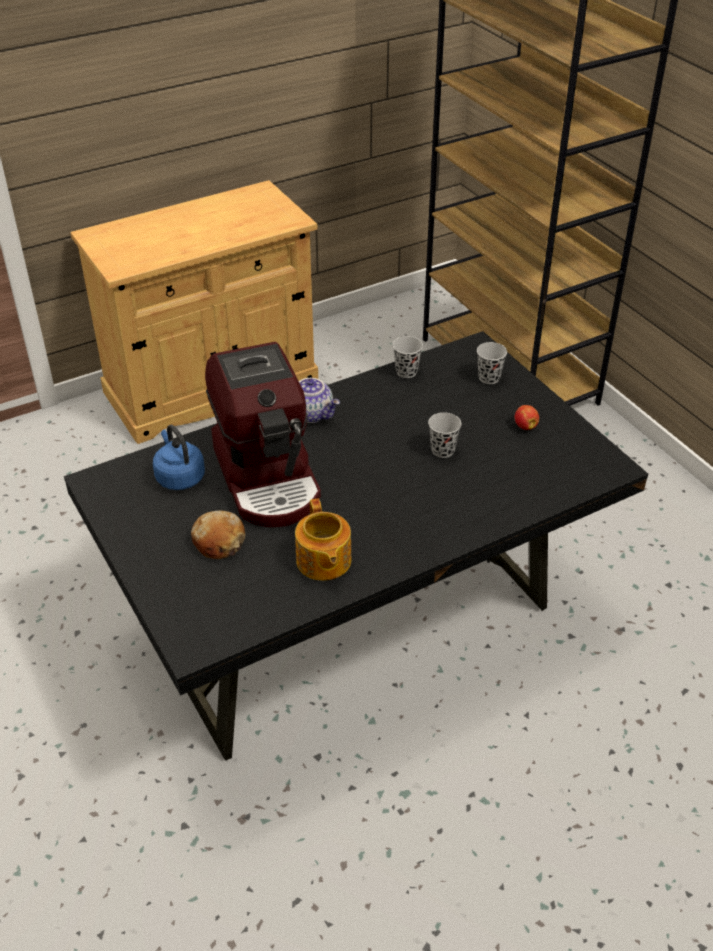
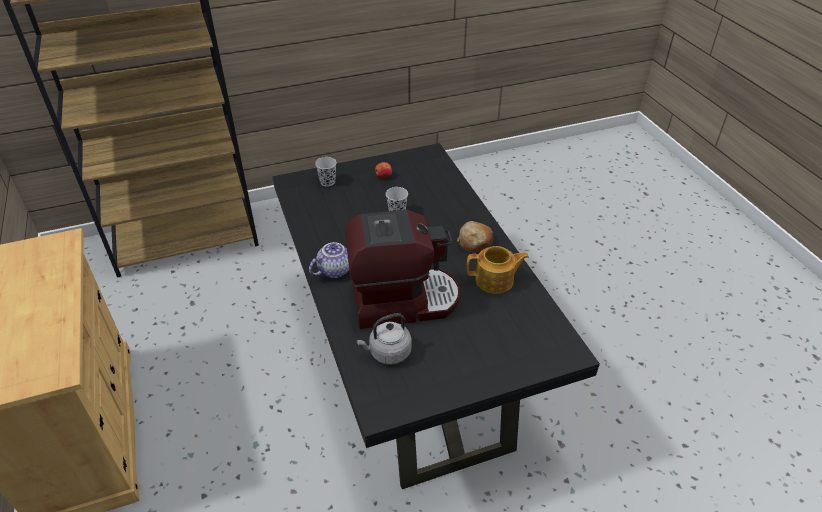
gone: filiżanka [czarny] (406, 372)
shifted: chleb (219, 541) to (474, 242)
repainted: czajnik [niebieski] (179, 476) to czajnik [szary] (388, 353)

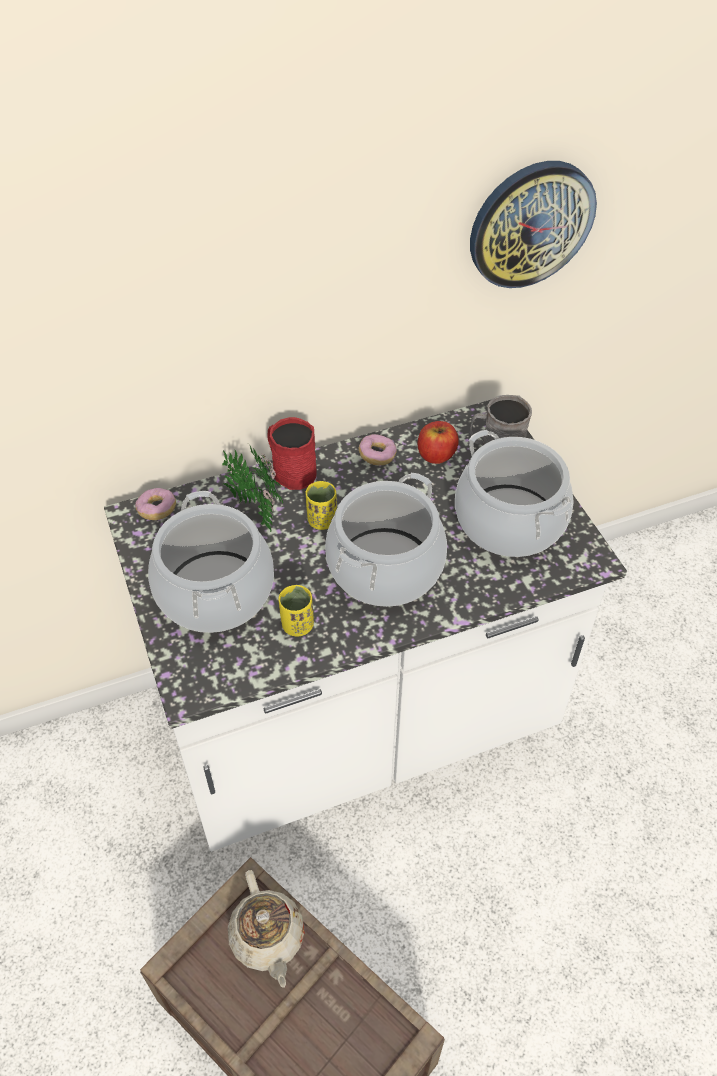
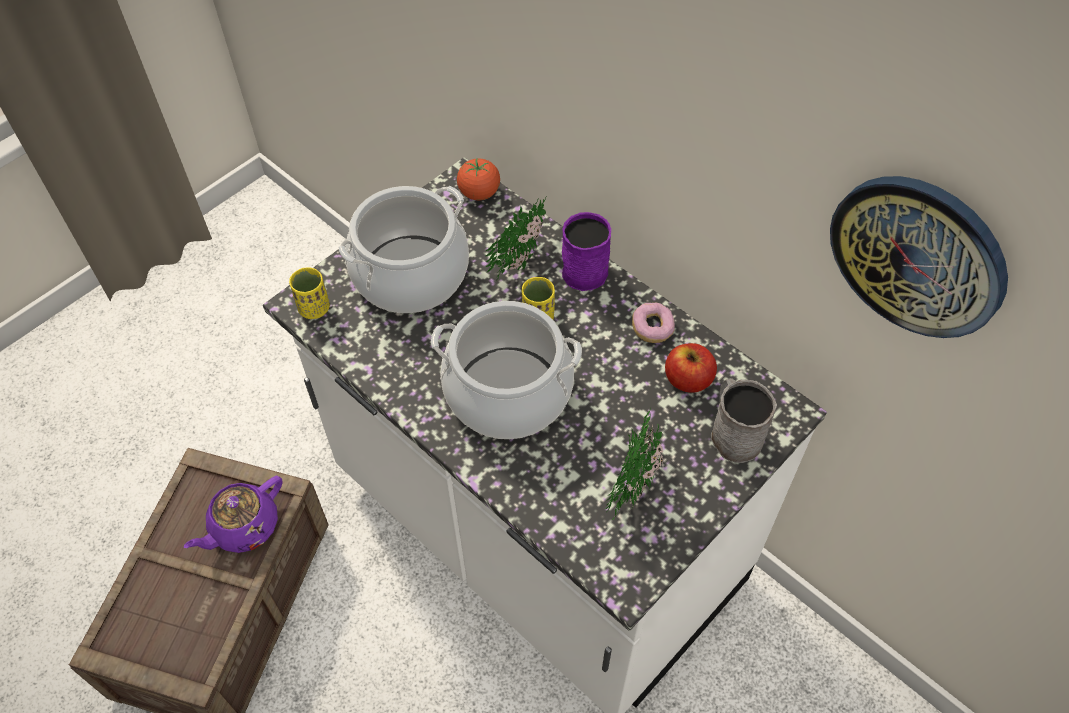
shifted: filiżanka [żółty] (297, 625) to (314, 308)
swapped: donut (157, 510) to pomidor (479, 193); garnek (509, 521) to roślina doniczkowa (633, 482)
repainted: imbryk [beżowy] (267, 938) to imbryk [fioletowy] (243, 527); kubek [czerwony] (290, 470) to kubek [fioletowy] (587, 267)

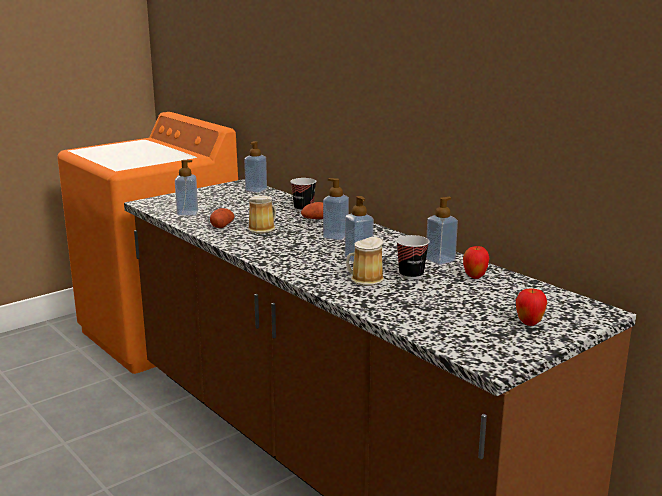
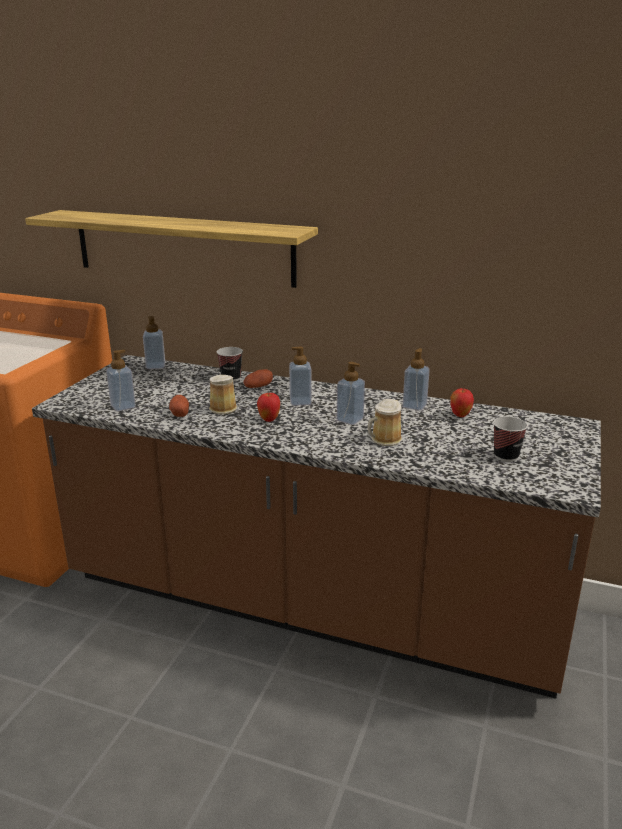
new: półka (183, 247)
shifted: filiżanka (411, 275) to (506, 456); jabłko (529, 323) to (269, 420)

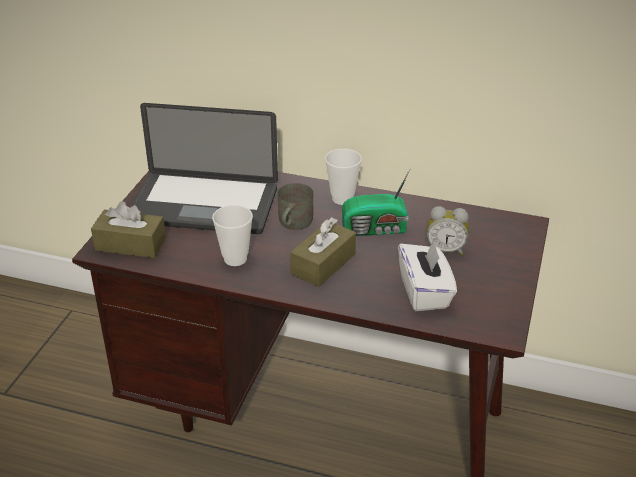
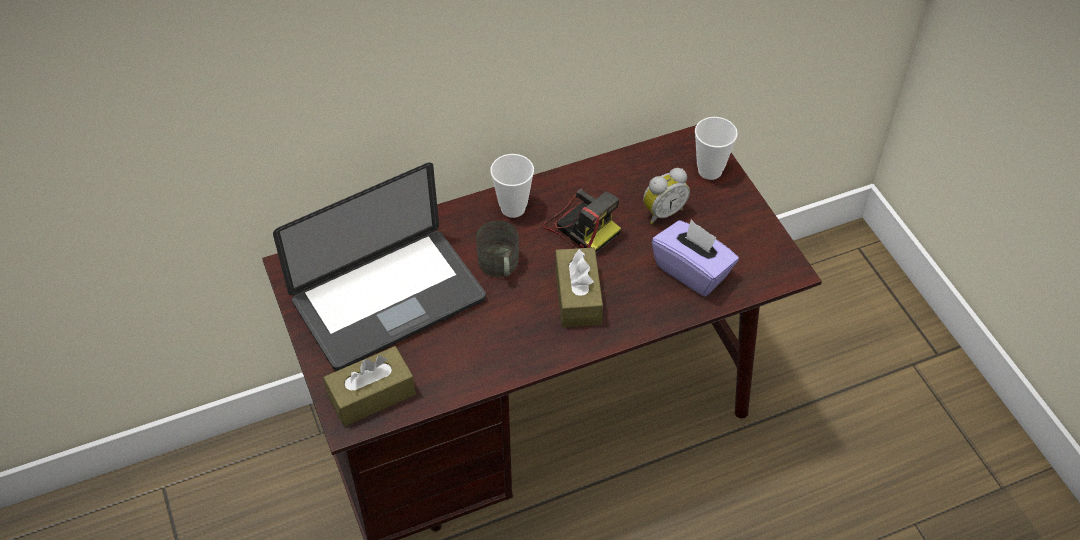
shifted: filiżanka (235, 259) to (710, 170)
swapped: radio (376, 229) to aparat fotograficzny (581, 226)
repainted: pudełko chusteczek [biały] (425, 292) to pudełko chusteczek [fioletowy] (692, 270)

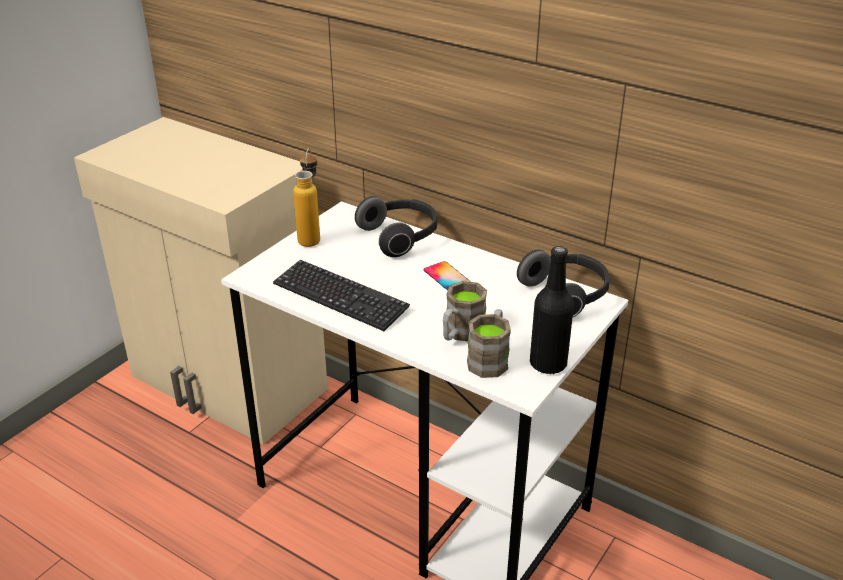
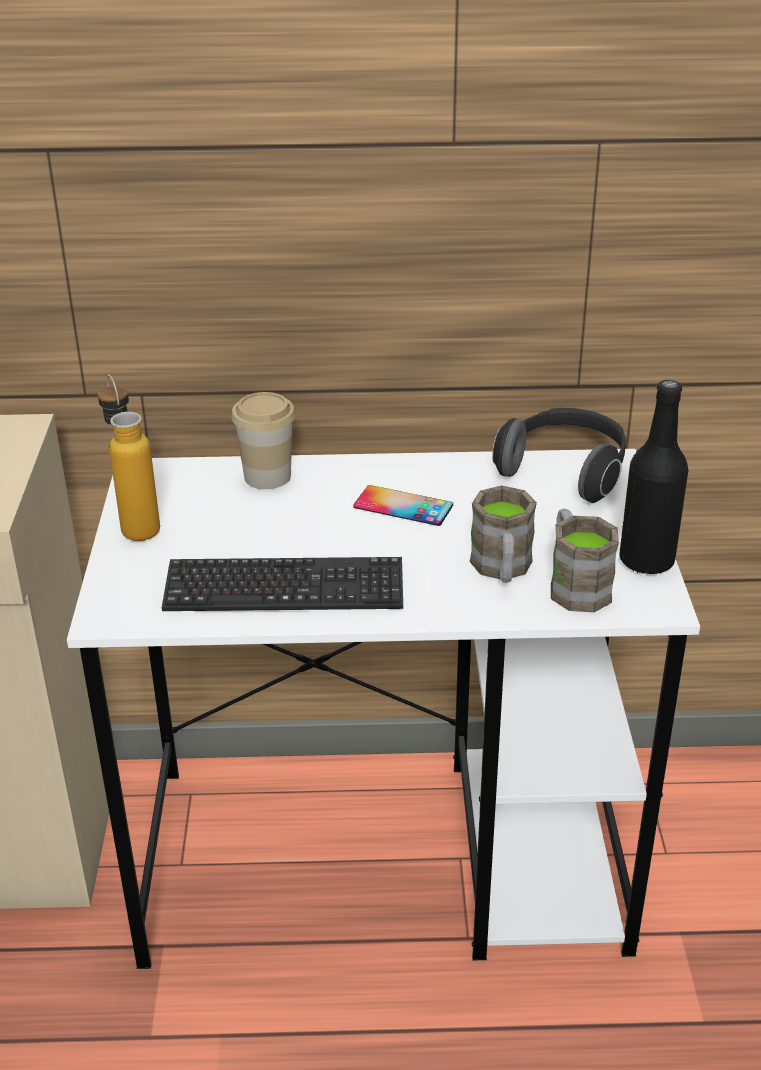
swapped: słuchawki (400, 237) to filiżanka (267, 476)

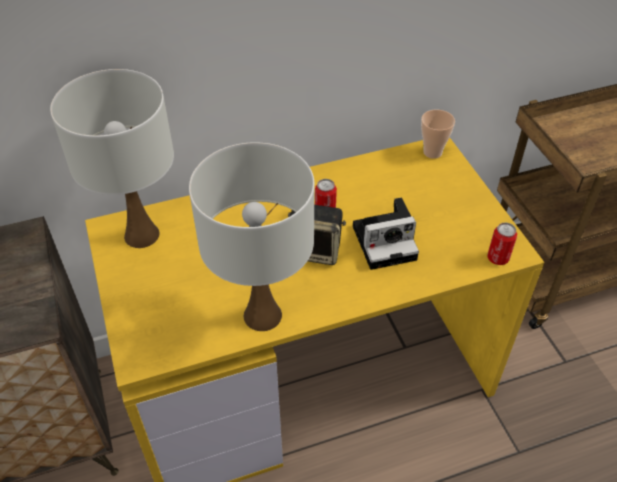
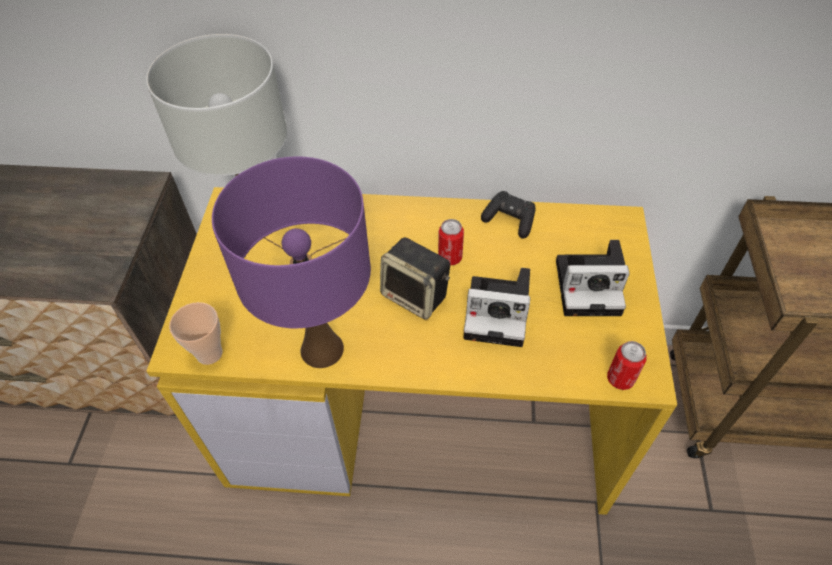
new: pad do gier [czarny] (509, 220); aparat fotograficzny (591, 286)
shifted: filiżanka (432, 152) to (209, 353)
repainted: lampa stołowa [biały] (262, 315) to lampa stołowa [fioletowy] (322, 348)

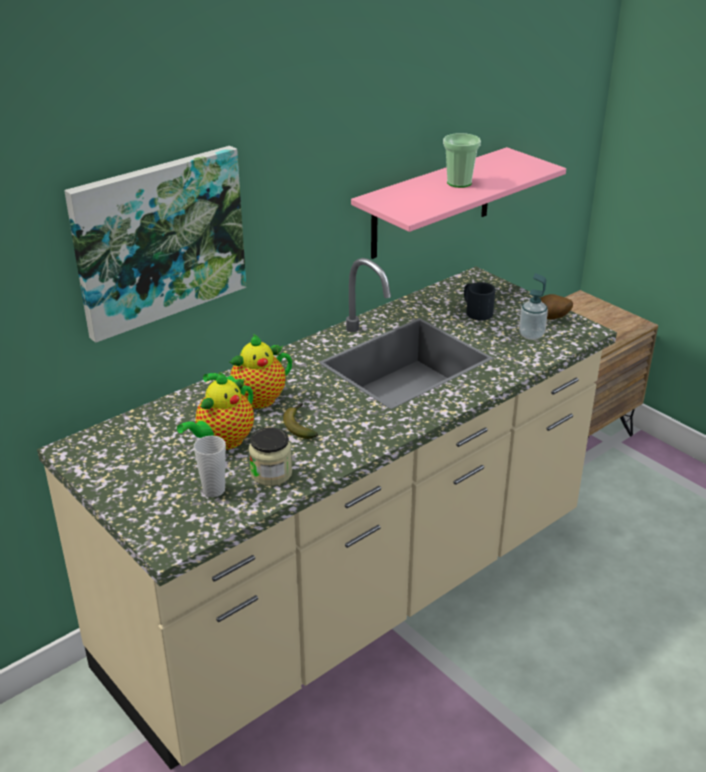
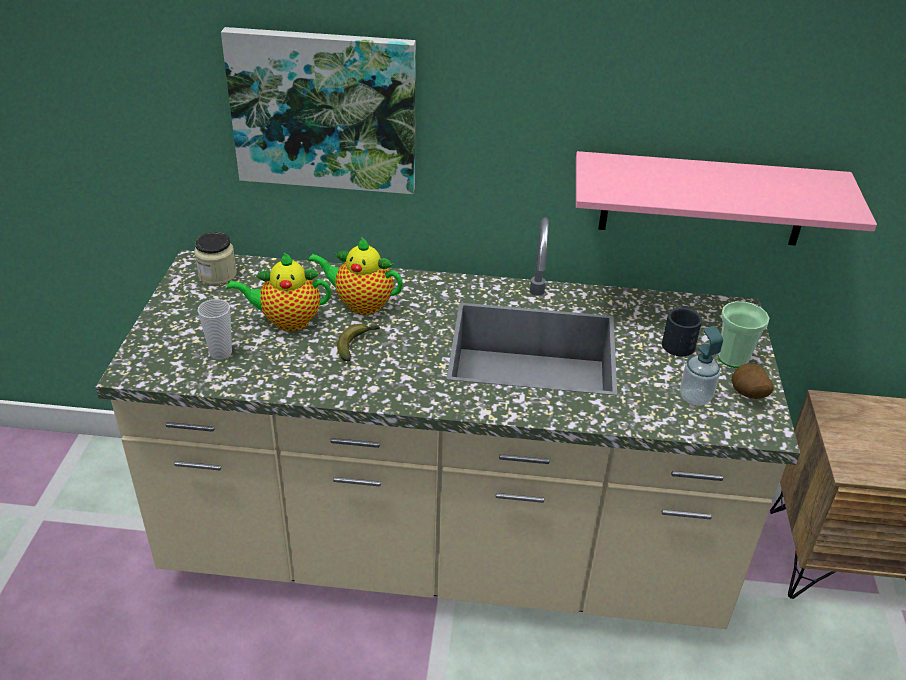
shifted: słoik (271, 473) to (217, 275); filiżanka (459, 183) to (733, 358)

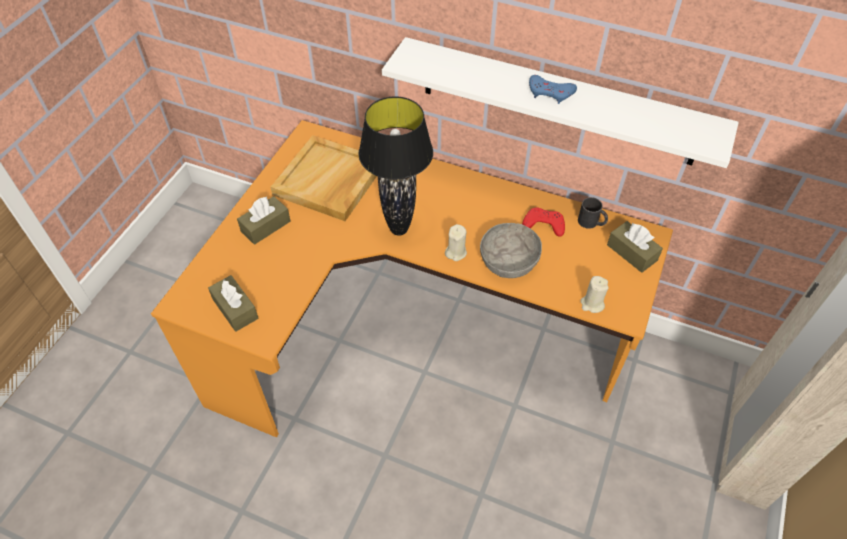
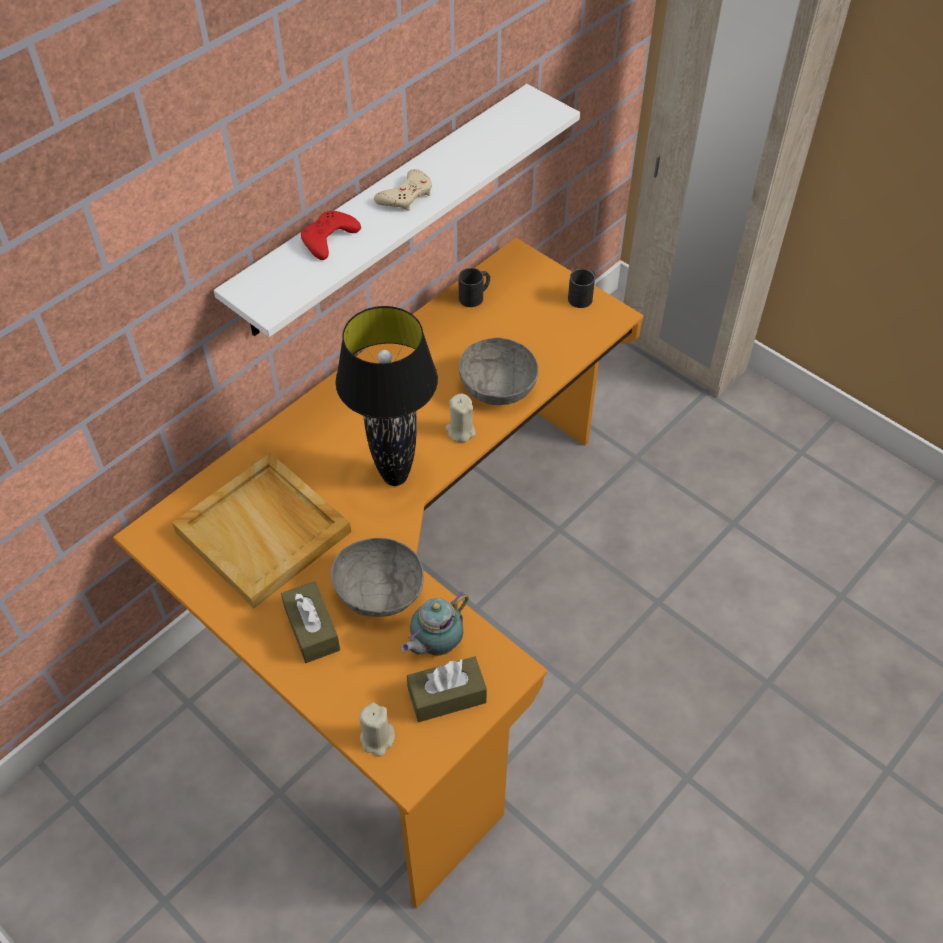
gone: pudełko chusteczek [brązowy] (632, 252)
new: miska [szary] (380, 592); imbryk (435, 644); kubek [czarny] (583, 296)
shifted: pad do gier [czerwony] (543, 224) to (328, 238); świeca [beżowy] (592, 304) to (377, 739)
repainted: pad do gier [niebieski] (550, 92) to pad do gier [beżowy] (406, 196)

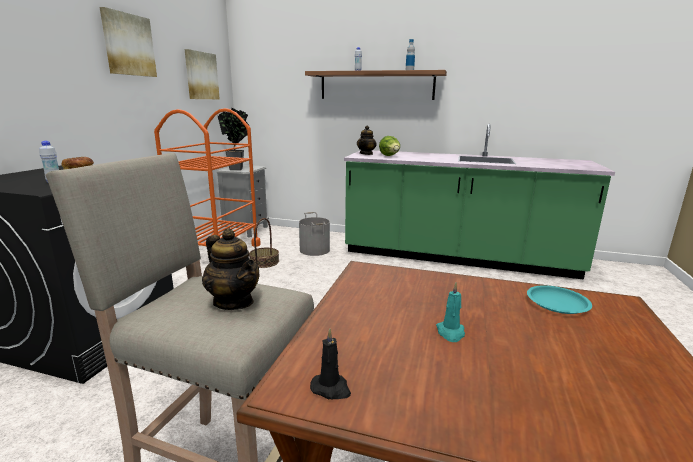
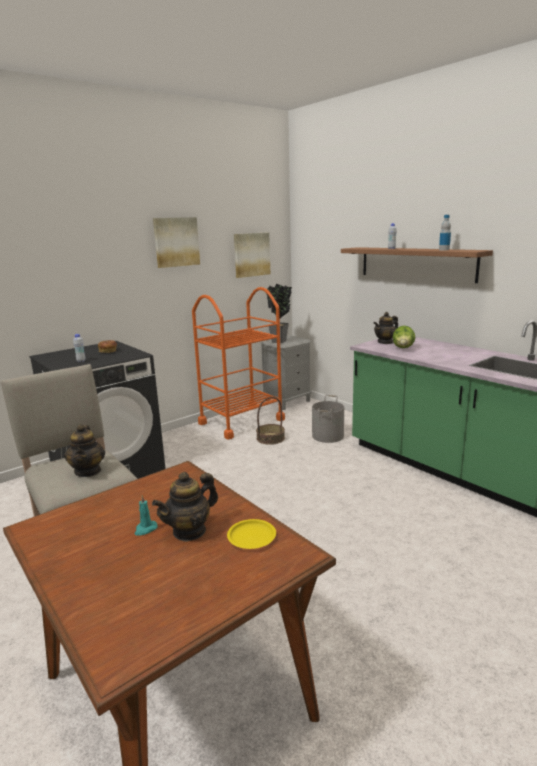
gone: świeca [czarny] (331, 388)
new: imbryk (189, 531)
repainted: talerz [turkusowy] (557, 303) to talerz [żółty] (251, 537)

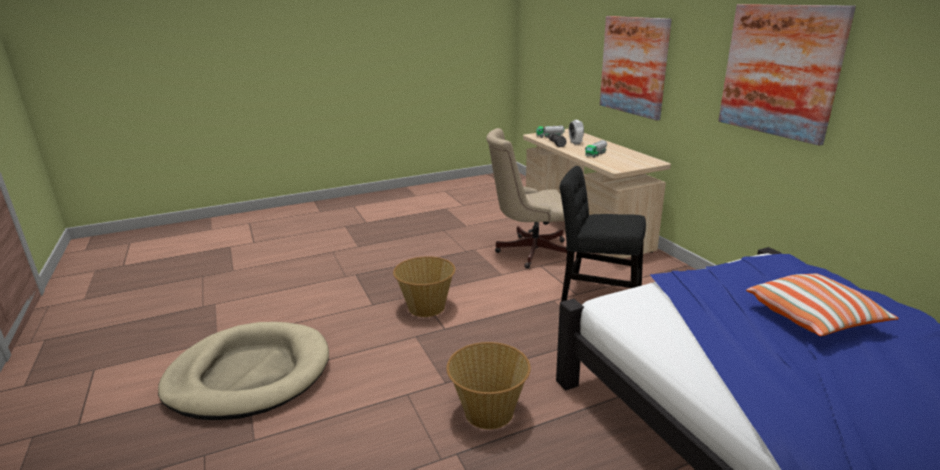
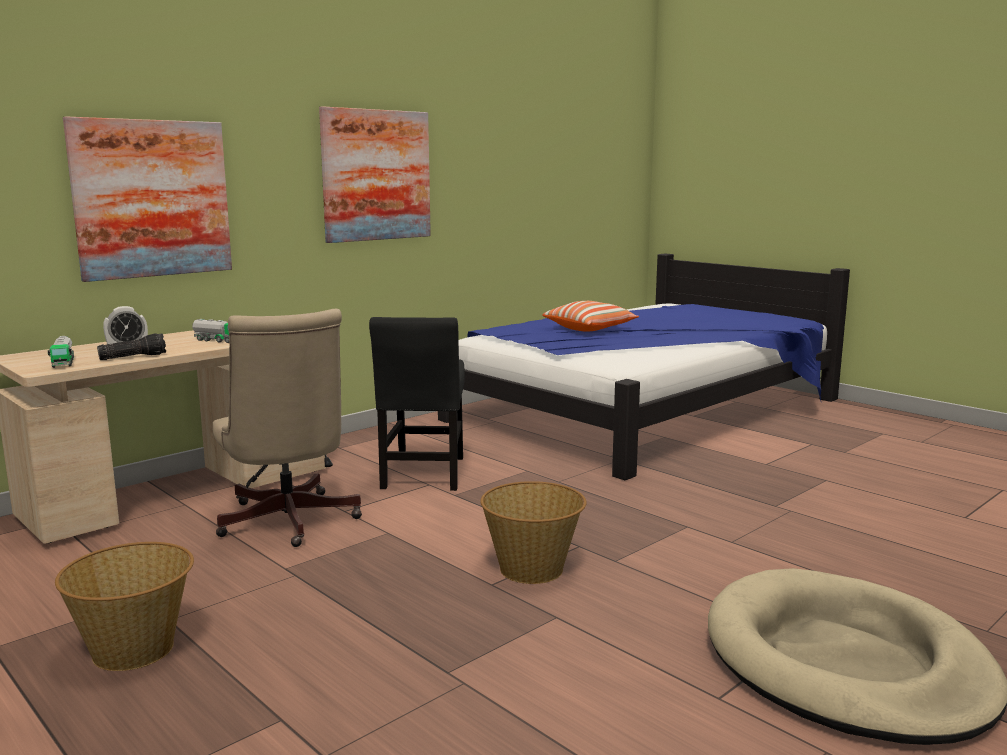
shifted: koszyk (488, 412) to (135, 650)

